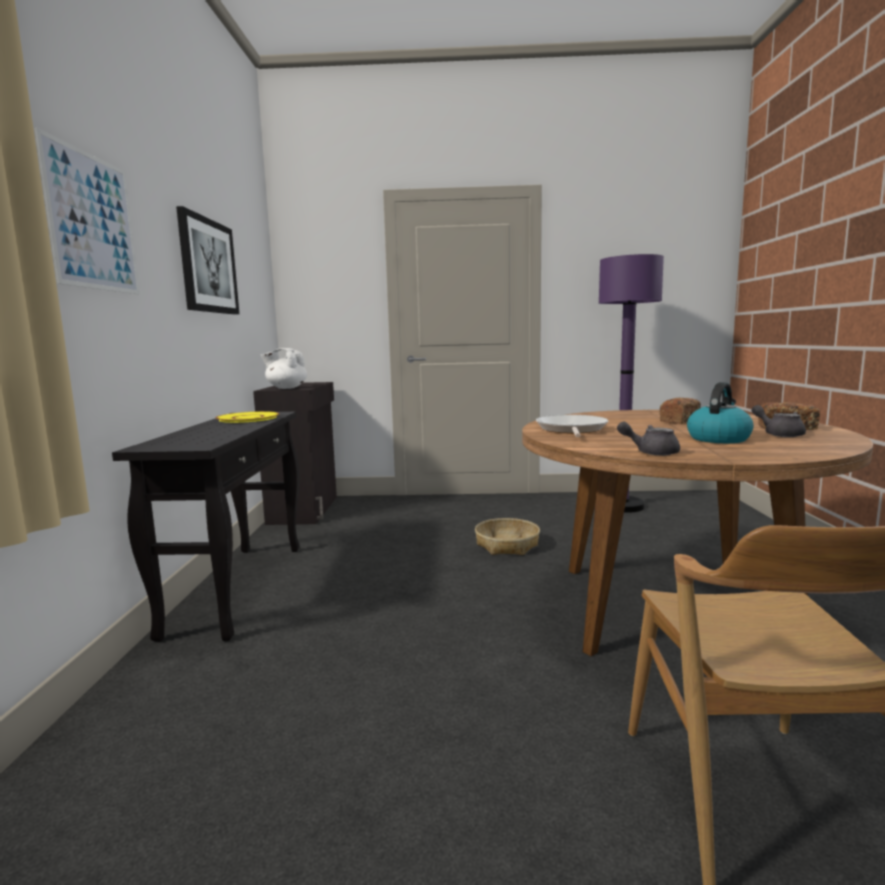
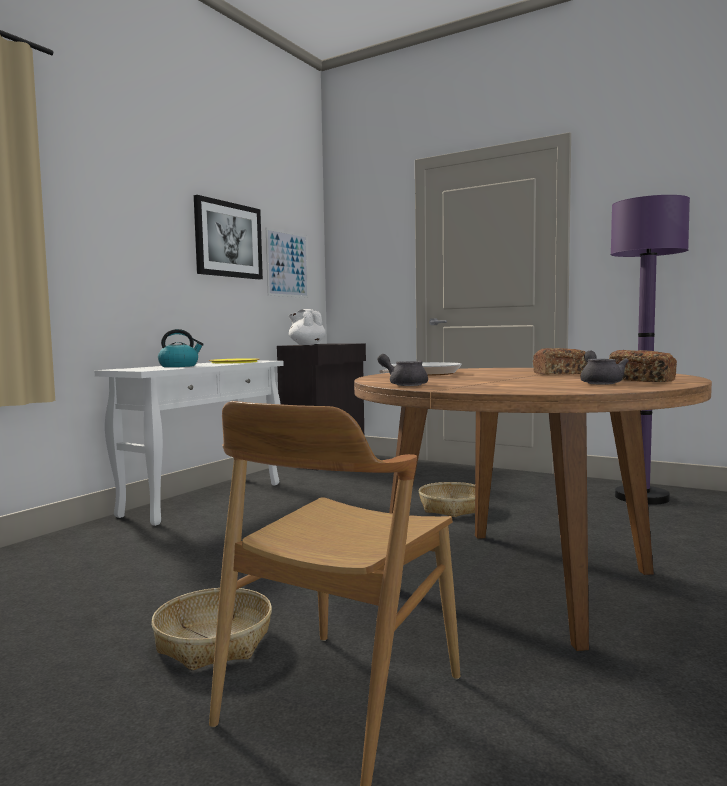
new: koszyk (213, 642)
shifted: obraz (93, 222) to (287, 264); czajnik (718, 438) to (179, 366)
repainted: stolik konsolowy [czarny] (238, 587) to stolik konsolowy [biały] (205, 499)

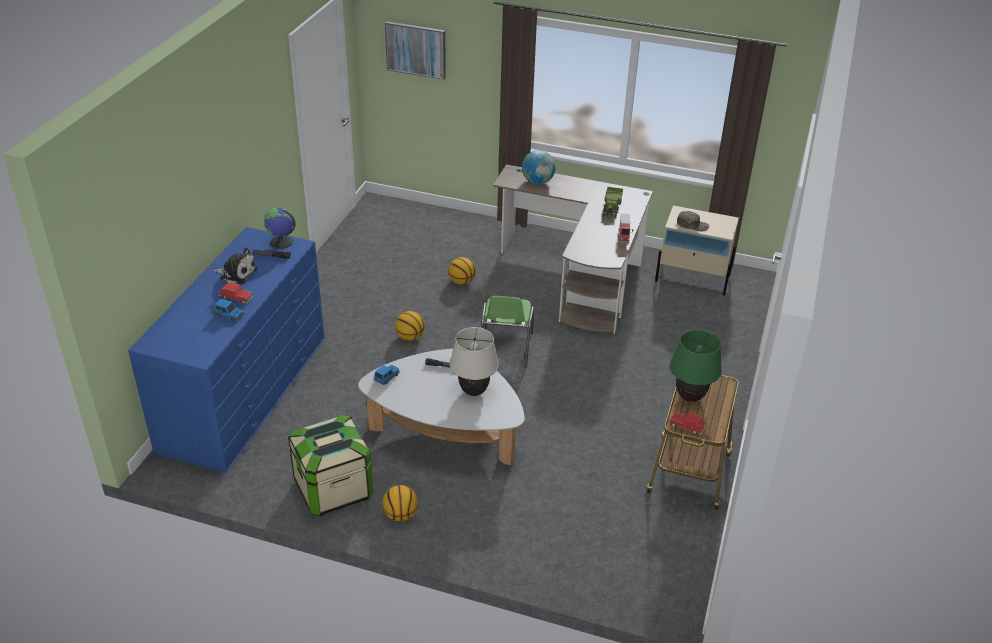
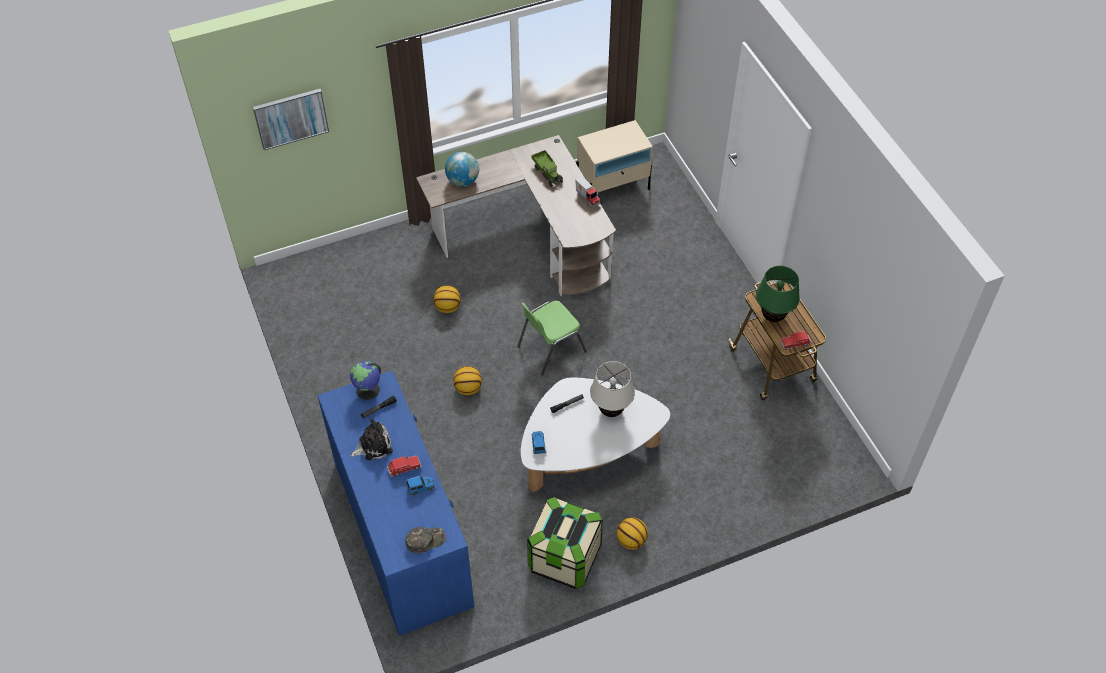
shifted: czapka z daszkiem [zielony] (692, 224) to (425, 540)
rotated: krzesło [zielony] (505, 349) = (550, 349) 90 degrees clockwise

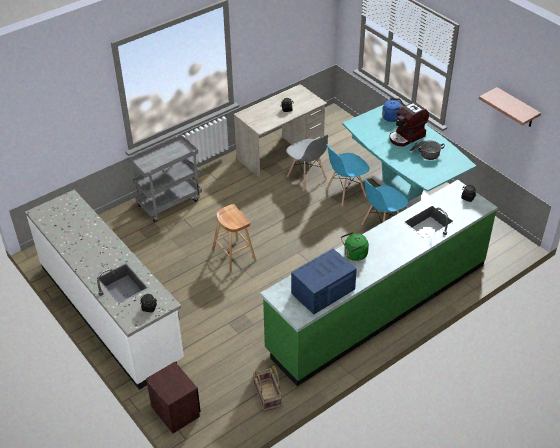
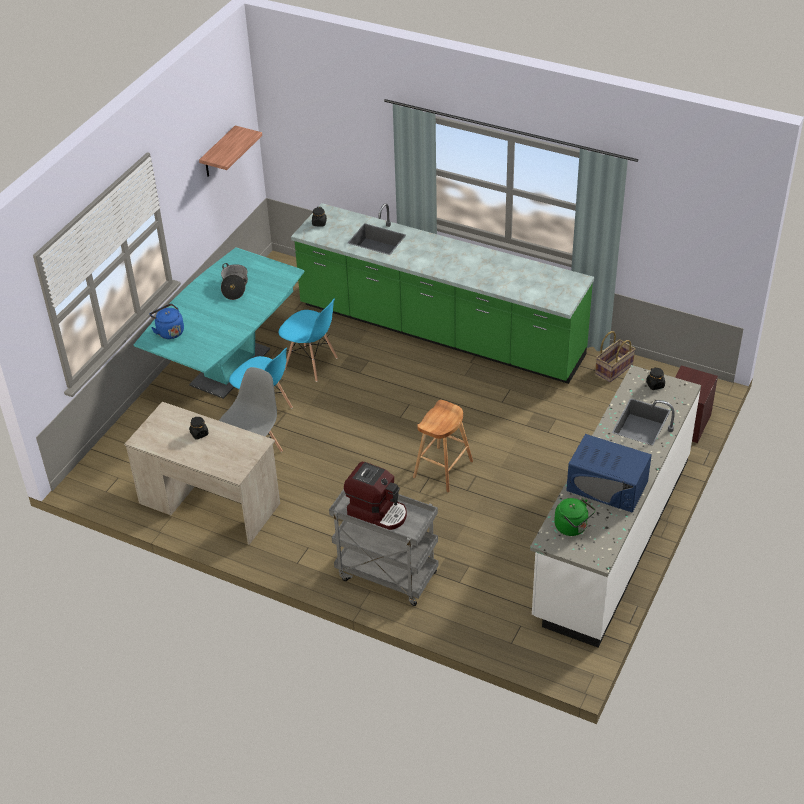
shifted: mikrofalówka [niebieski] (322, 291) to (607, 486); czajnik [zielony] (354, 255) to (572, 527); ekspres do kawy (407, 137) to (377, 512)

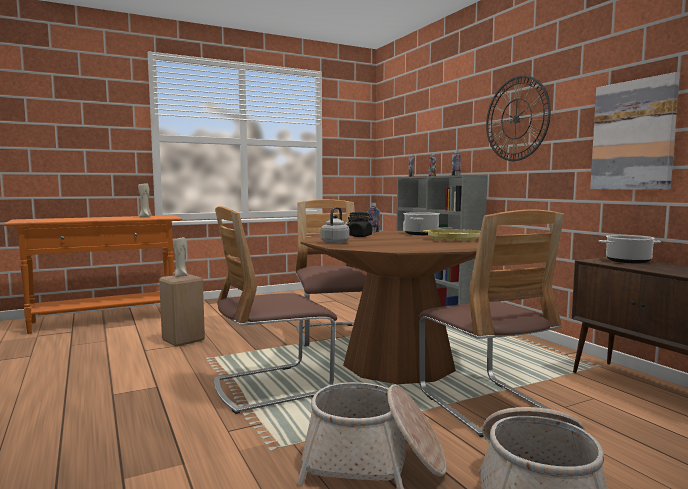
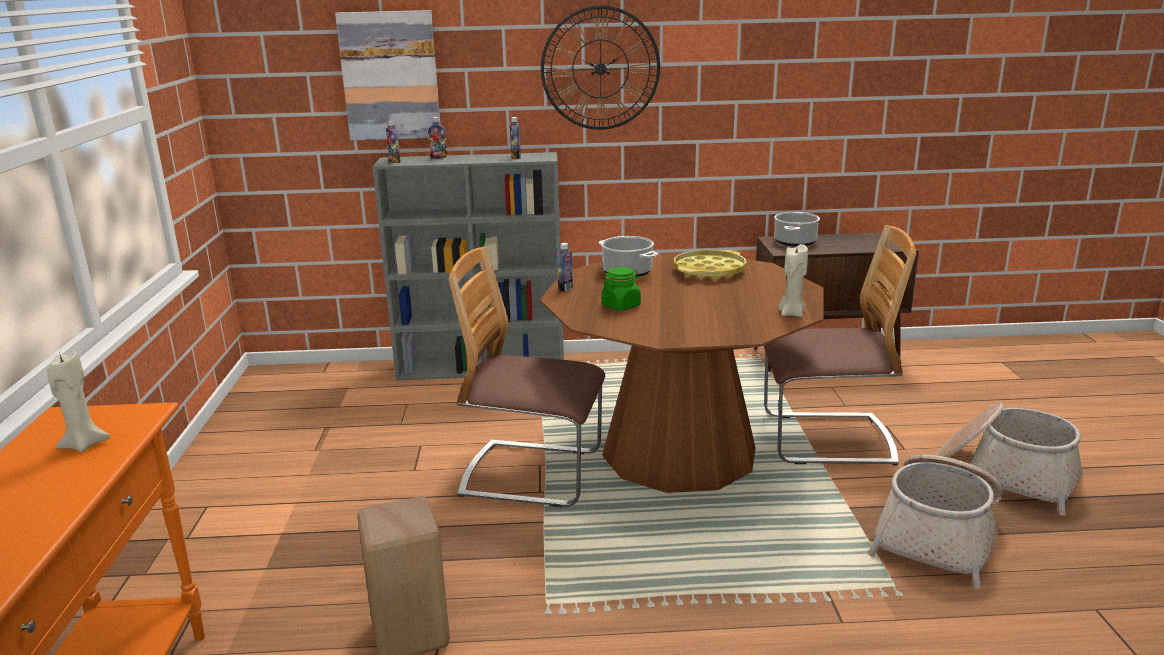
gone: krzesło (272, 387); czajnik [szary] (336, 243)
shifted: świeca [beżowy] (181, 276) to (791, 313); obraz (633, 135) to (390, 76)
repainted: słoik [czarny] (359, 236) to słoik [zielony] (621, 306)

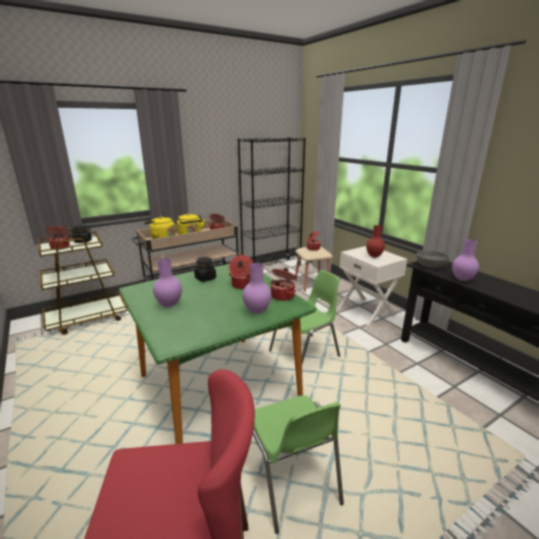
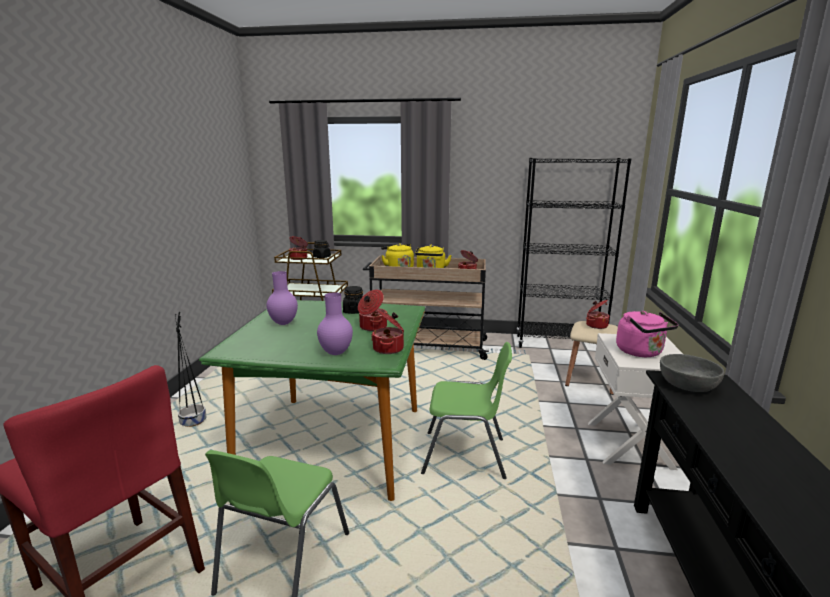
gone: wazon [fioletowy] (462, 279)
new: donica [czarny] (193, 421)
swapped: wazon [czerwony] (374, 256) to czajnik [różowy] (641, 352)

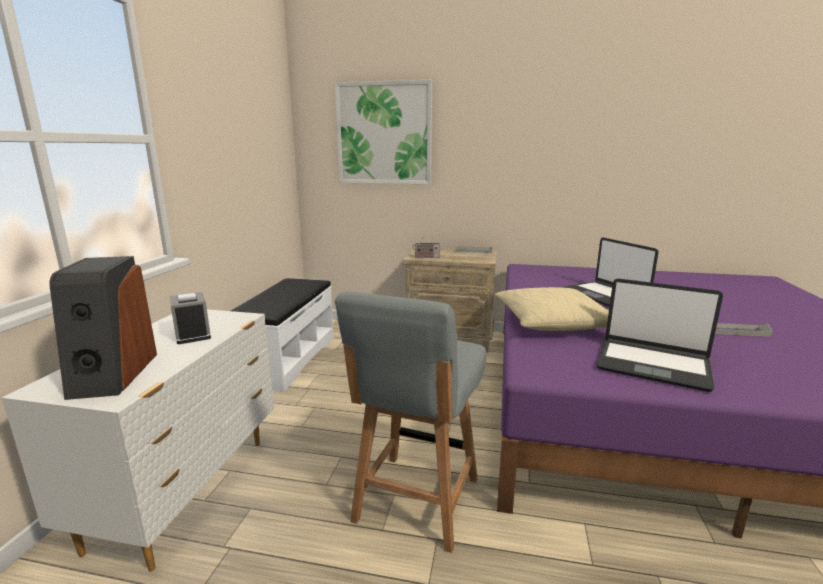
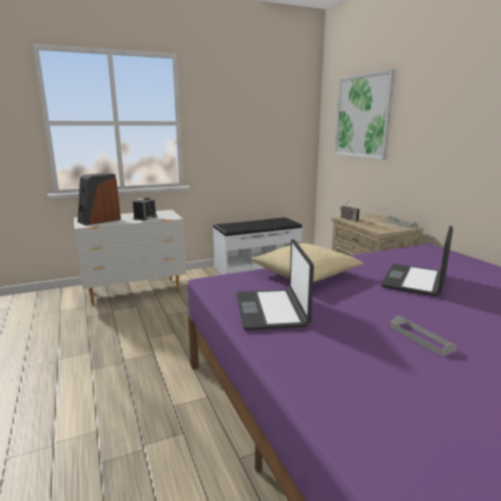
gone: krzesło [szary] (416, 501)

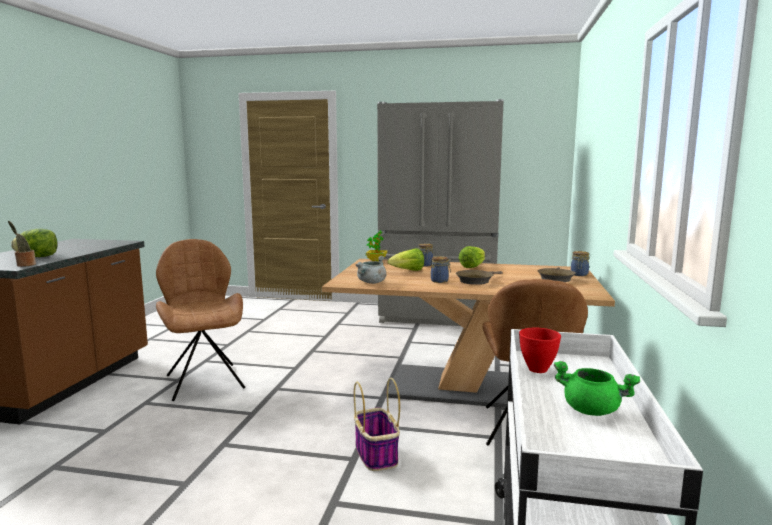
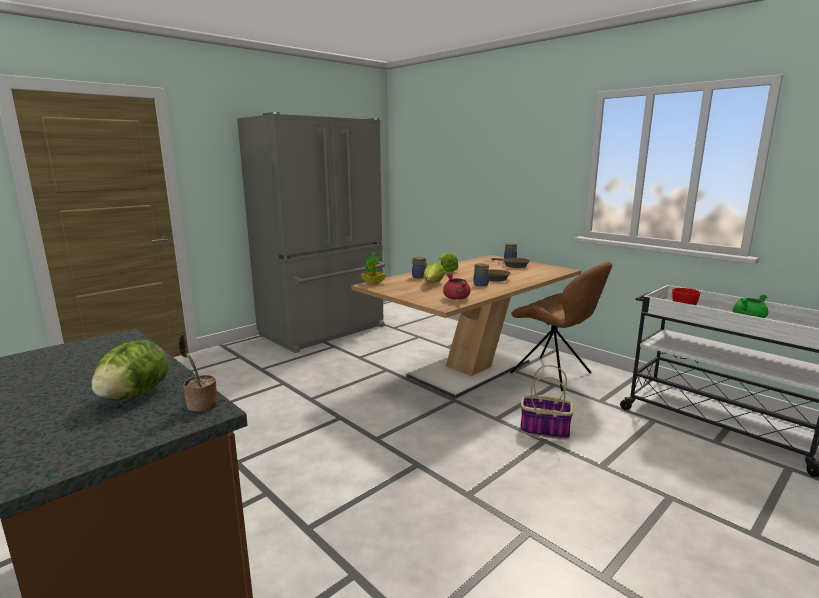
gone: krzesło [brązowy] (204, 380)
repainted: garnek [szary] (371, 282) to garnek [czerwony] (457, 298)

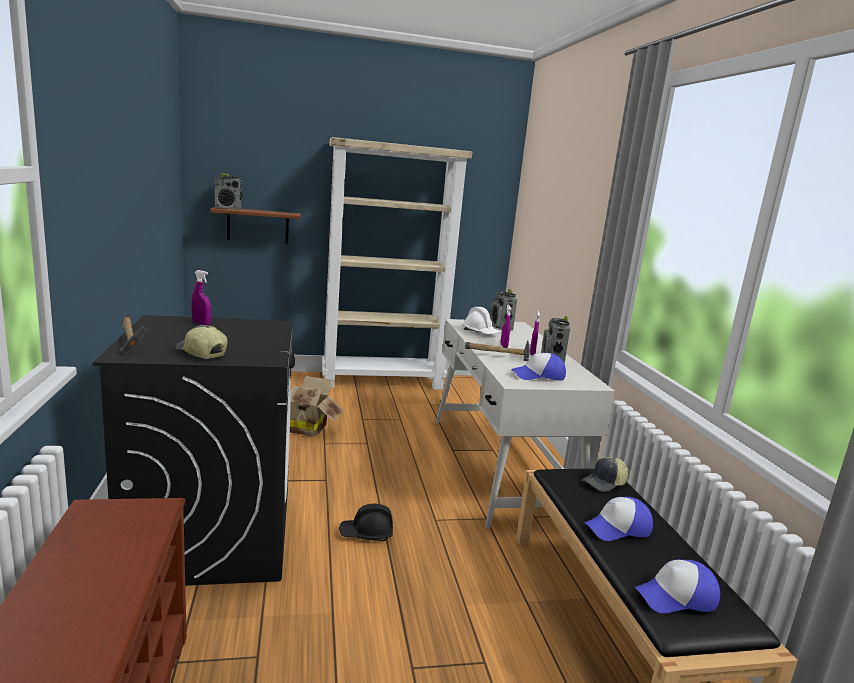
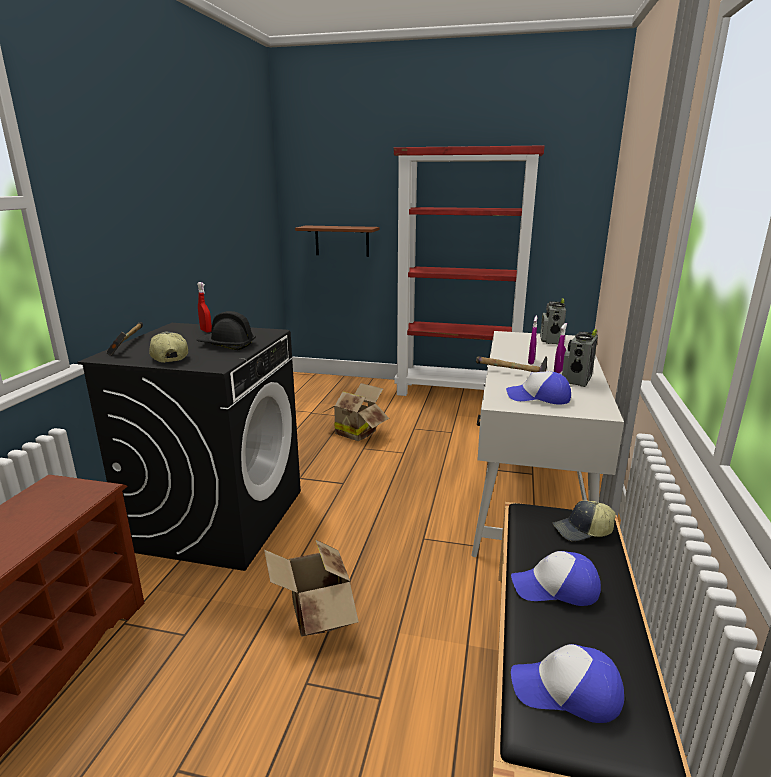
gone: radio (228, 208); kask [biały] (480, 332)
new: karton (316, 617)
shifted: kask [czarny] (366, 534) to (227, 345)
repainted: spryskiwacz [fioletowy] (201, 323) to spryskiwacz [czerwony] (206, 331); regał [beżowy] (383, 381) to regał [czerwony] (458, 392)

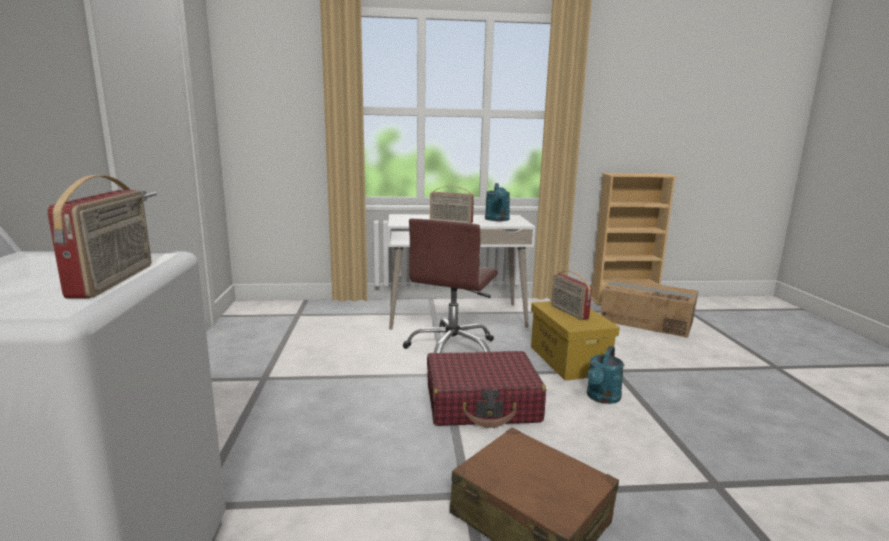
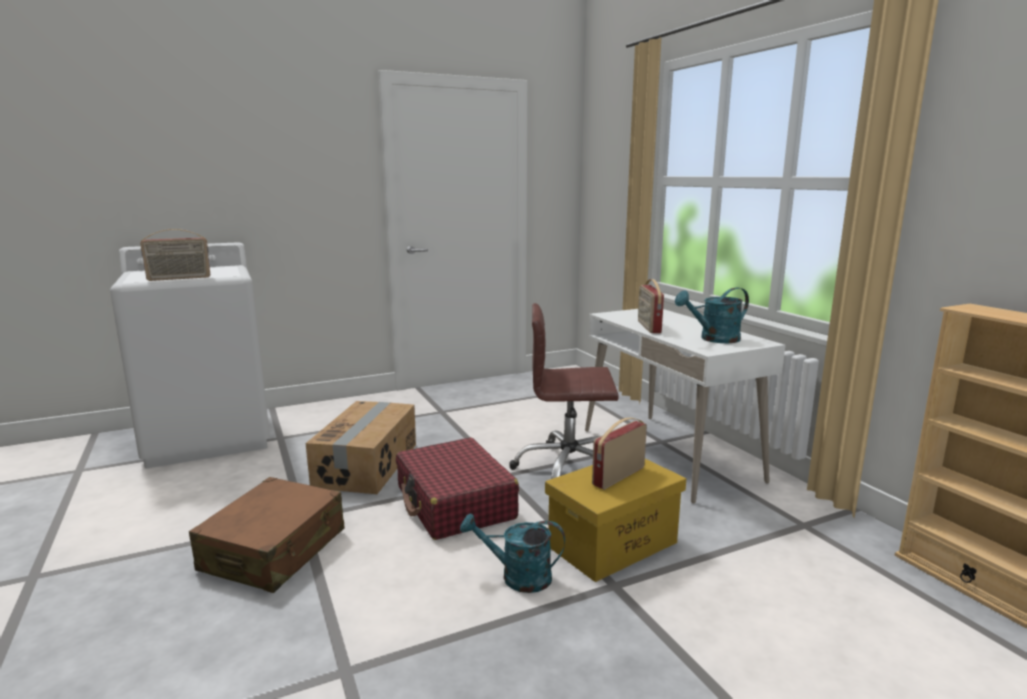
shifted: karton (646, 321) to (368, 465)

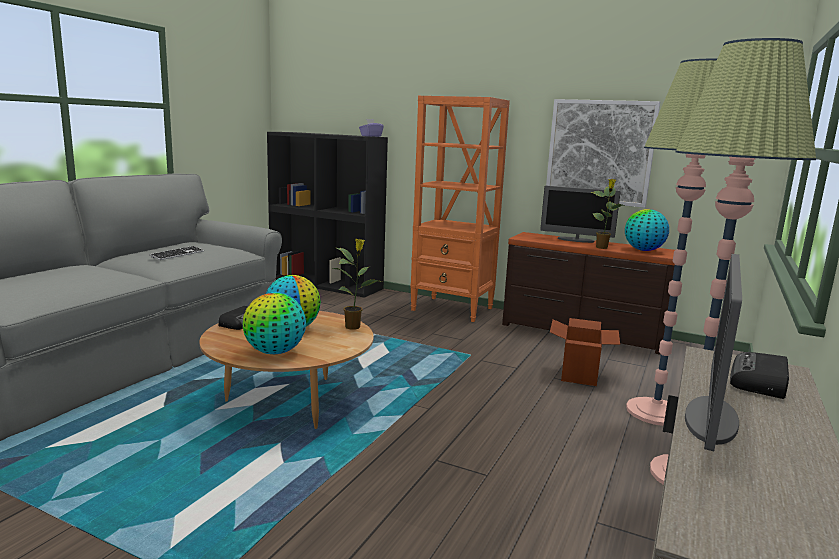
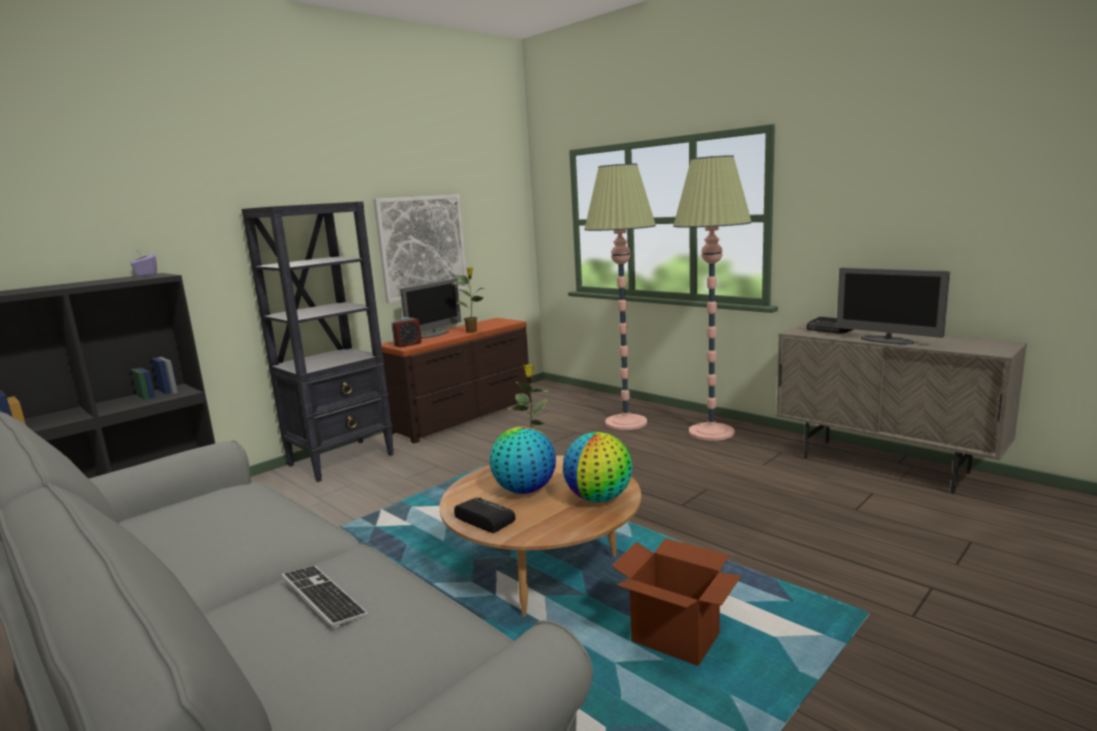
gone: globus (643, 250)
new: budzik (408, 344)
shifted: klawiatura (177, 254) to (323, 597); karton (579, 375) to (676, 638)
repainted: regał [pomarańczowy] (453, 309) to regał [czarny] (342, 460)

